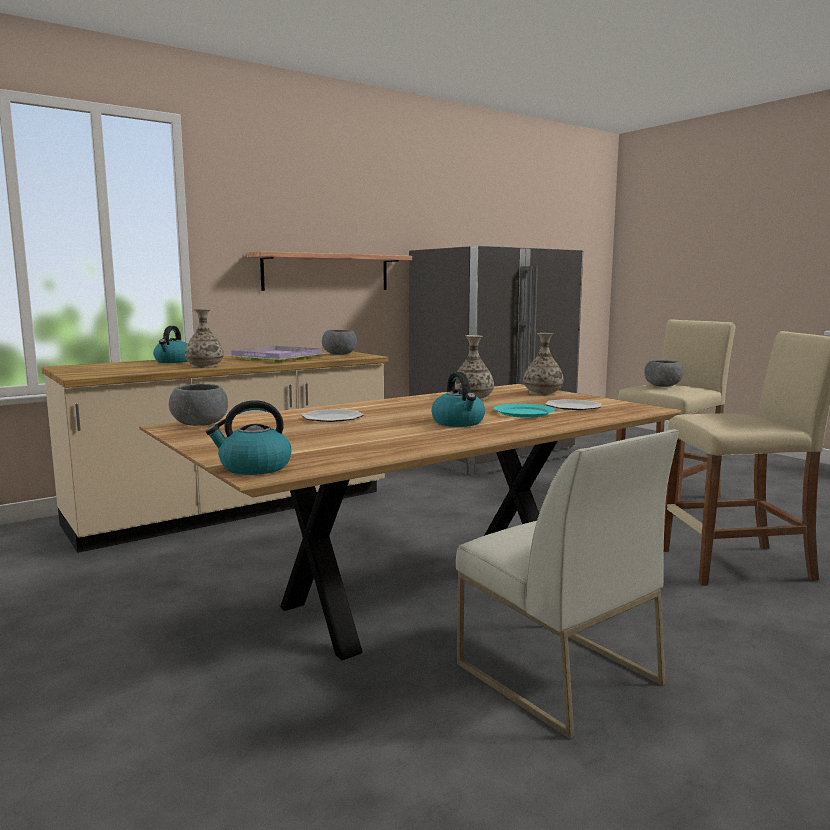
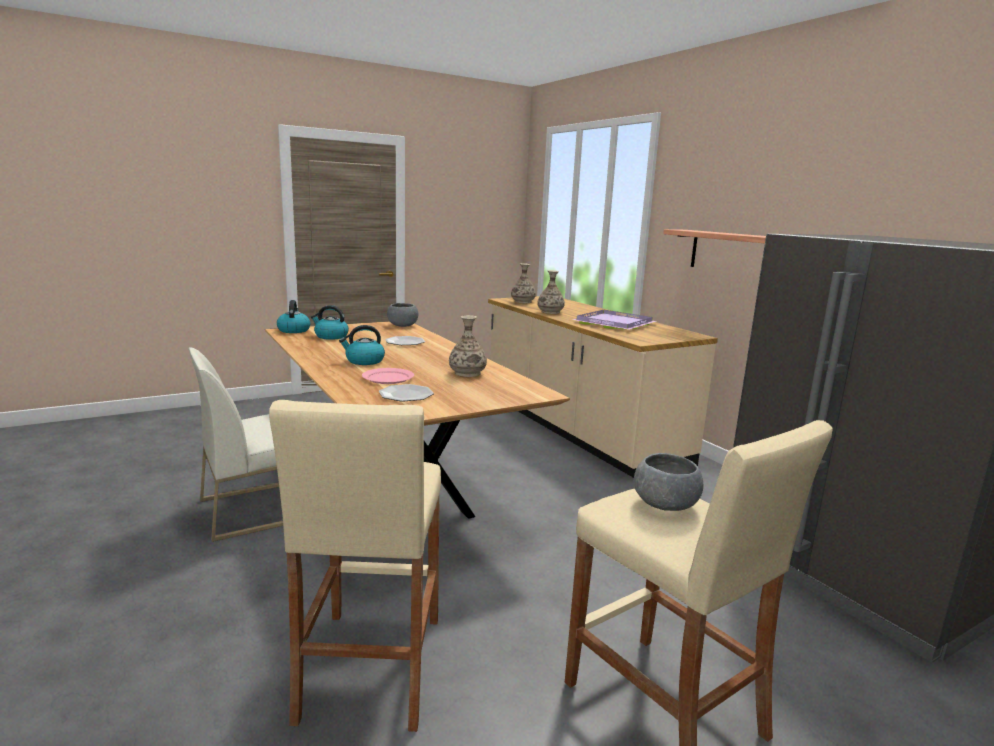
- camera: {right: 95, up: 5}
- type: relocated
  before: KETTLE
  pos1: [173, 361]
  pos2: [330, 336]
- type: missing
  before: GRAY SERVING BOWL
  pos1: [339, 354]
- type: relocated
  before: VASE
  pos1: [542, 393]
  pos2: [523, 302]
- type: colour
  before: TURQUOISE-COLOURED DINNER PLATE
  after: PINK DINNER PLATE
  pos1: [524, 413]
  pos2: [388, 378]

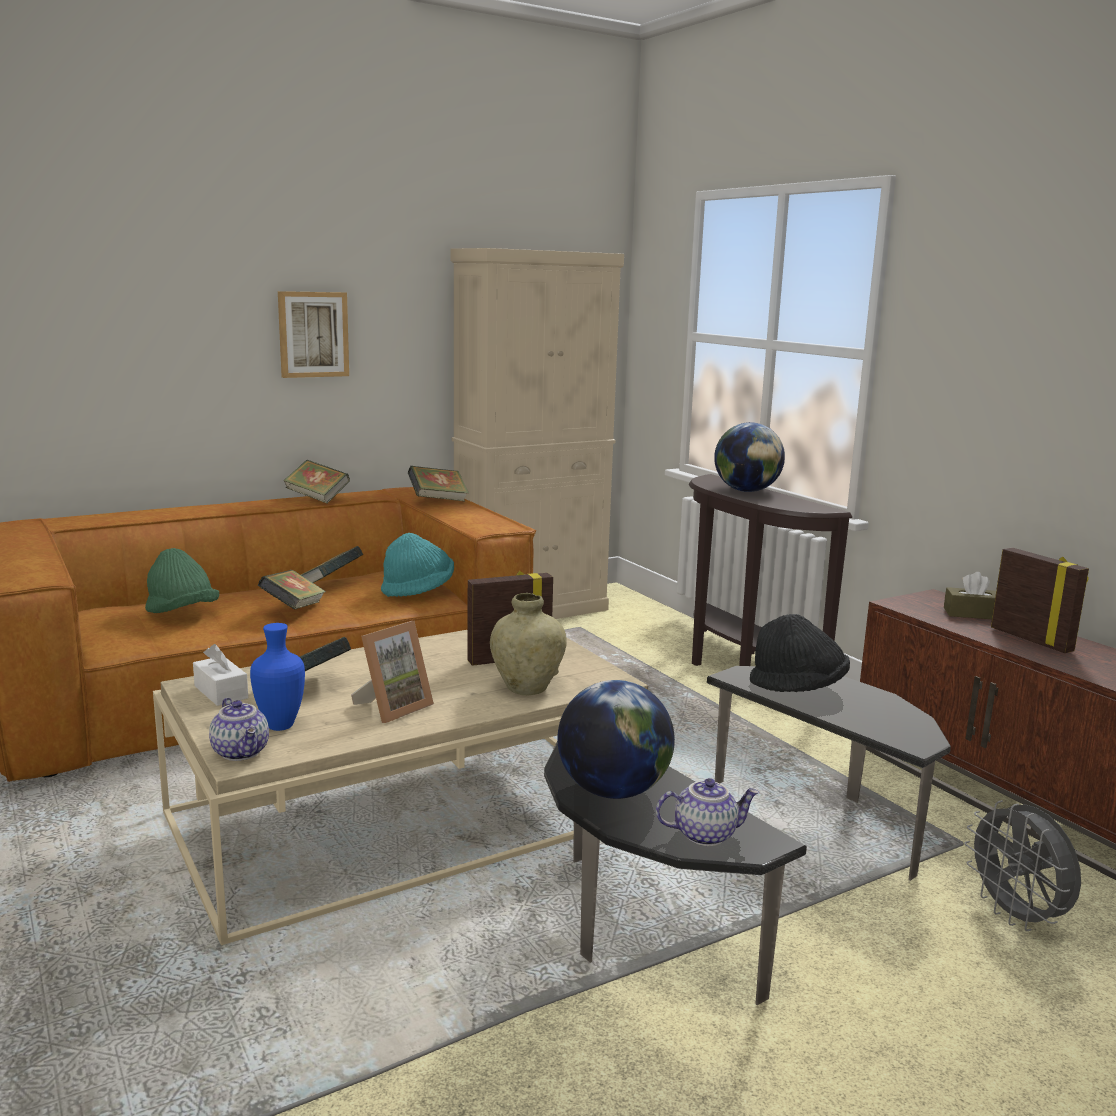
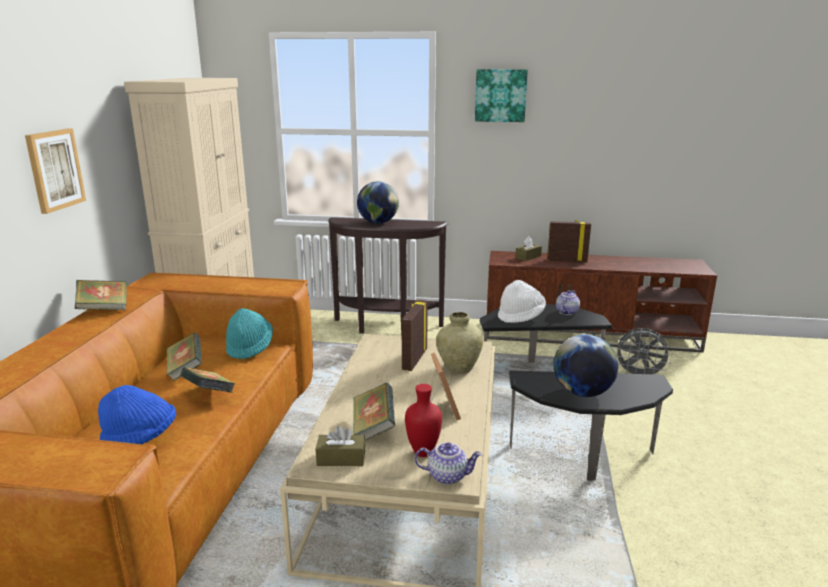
- camera: {right: -50, up: 5}
- type: missing
  before: VOLUME
  pos1: [438, 500]
- type: colour
  before: GREENISH CLOTHING HAT
  after: BLUISH CLOTHING HAT
  pos1: [181, 613]
  pos2: [141, 437]
- type: colour
  before: BLACKISH CLOTHING HAT
  after: WHITISH CLOTHING HAT
  pos1: [798, 687]
  pos2: [521, 316]
- type: colour
  before: BLUISH VASE
  after: RED-COLOURED VASE
  pos1: [278, 726]
  pos2: [423, 453]
- type: colour
  before: WHITISH BOX OF TISSUES
  after: BROWN BOX OF TISSUES
  pos1: [221, 692]
  pos2: [341, 458]
- type: relocated
  before: POT FOR TEA
  pos1: [705, 834]
  pos2: [566, 312]
- type: appeared
  after: WALL PICTURE
  pos2: [500, 95]

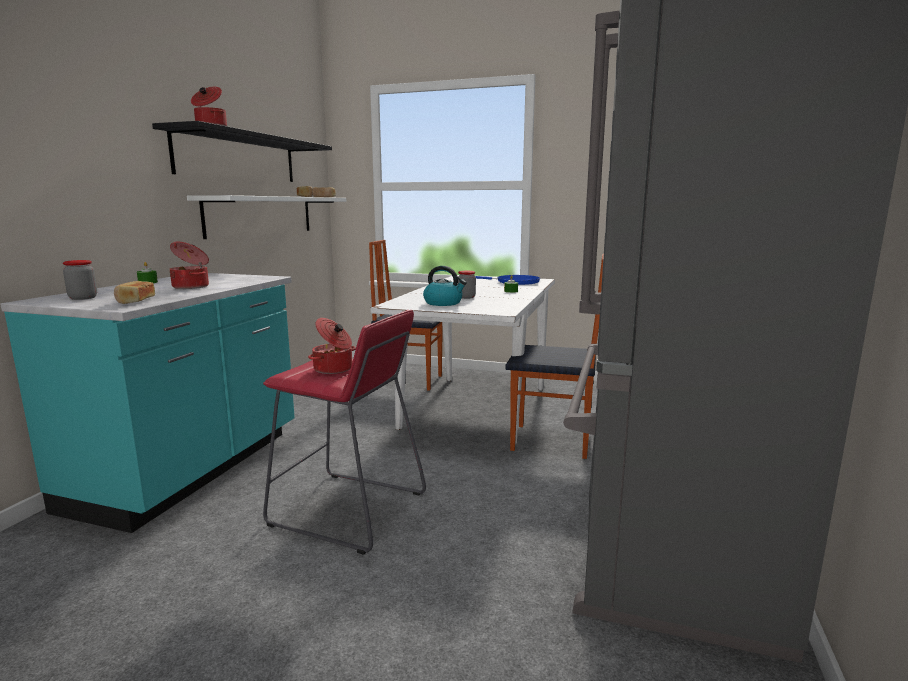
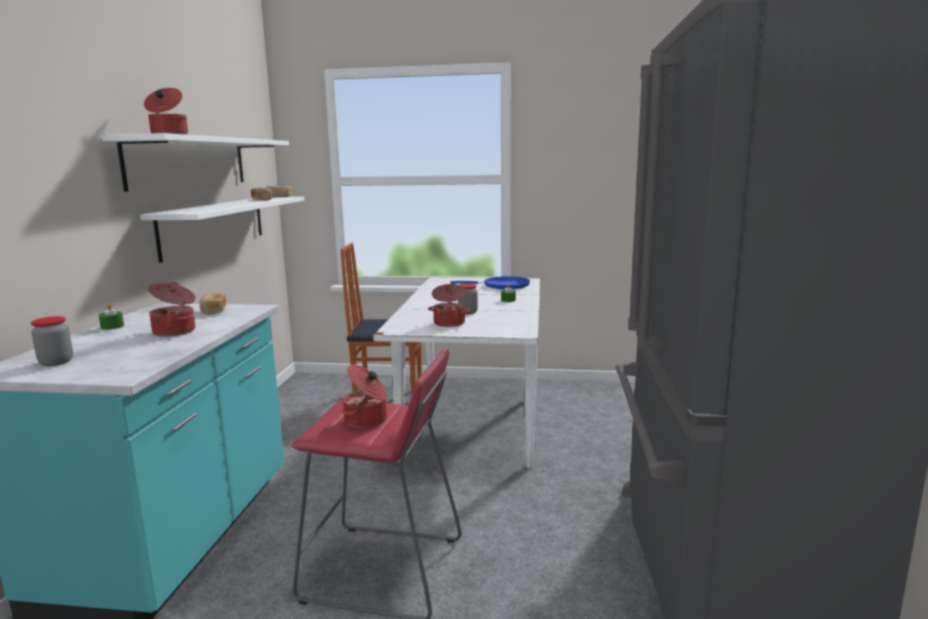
- camera: {right: -10, up: 0}
- type: colour
  before: BLACKISH WALL SHELF
  after: WHITISH WALL SHELF
  pos1: [238, 158]
  pos2: [190, 162]
- type: missing
  before: UPRIGHT CHAIR
  pos1: [551, 442]
- type: exchanged
  before: KETTLE
  after: STOCKPOT
  pos1: [443, 303]
  pos2: [449, 323]
- type: relocated
  before: BAKERY BREAD
  pos1: [135, 301]
  pos2: [213, 311]

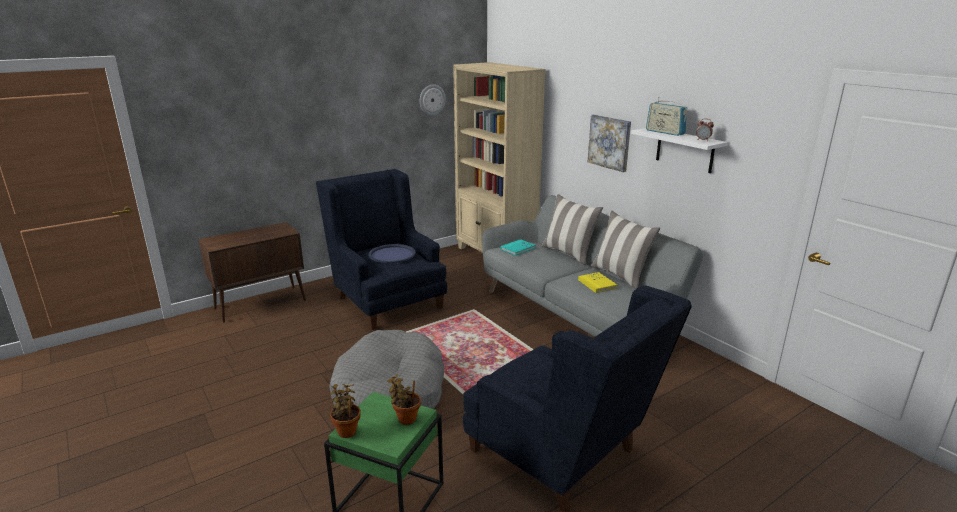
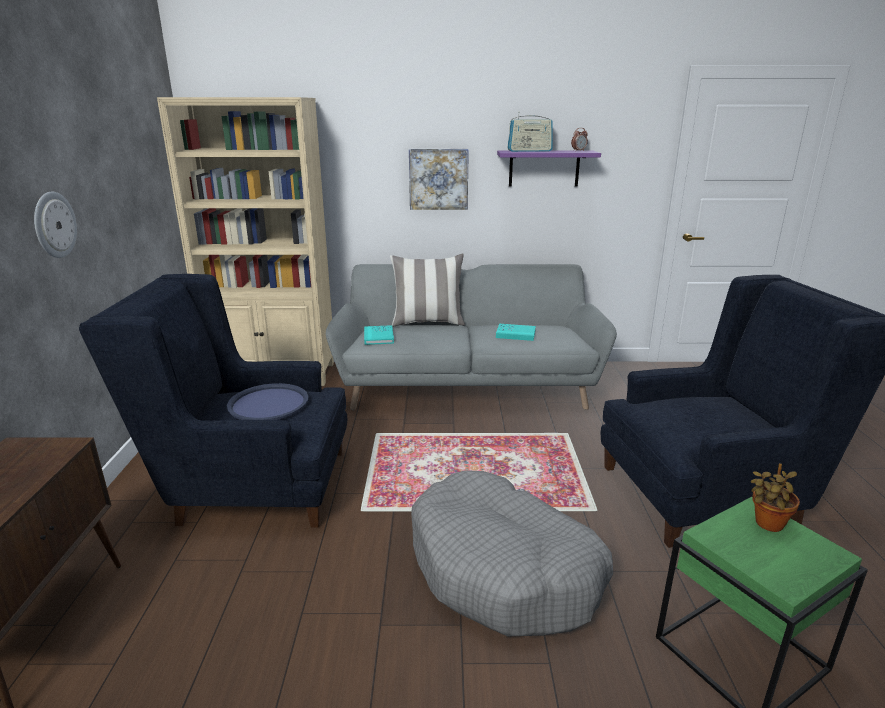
- camera: {right: -55, up: 0}
- type: relocated
  before: HANGING CLOCK
  pos1: [432, 99]
  pos2: [54, 225]
- type: colour
  before: WHITISH WALL SHELF
  after: PURPLE-COLOURED WALL SHELF
  pos1: [685, 150]
  pos2: [544, 168]
- type: missing
  before: THROW PILLOW
  pos1: [620, 276]
- type: colour
  before: YELLOW VOLUME
  after: TURQUOISE-COLOURED VOLUME
  pos1: [597, 284]
  pos2: [515, 334]
- type: missing
  before: POTTED PLANT
  pos1: [347, 430]

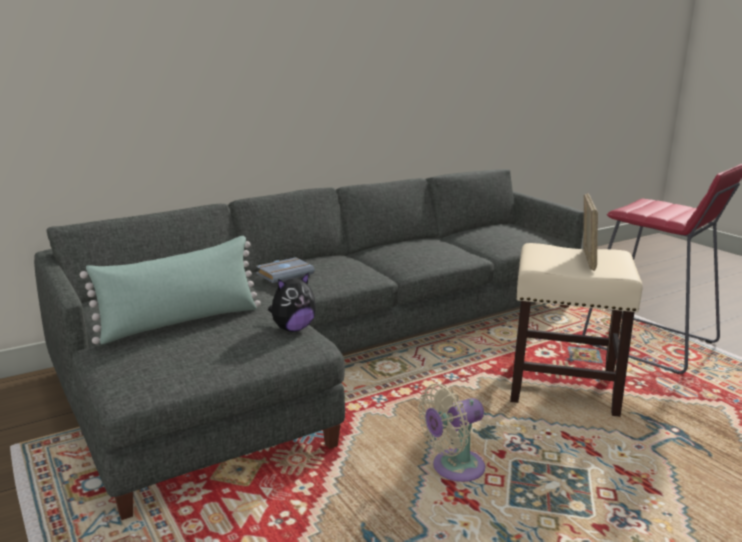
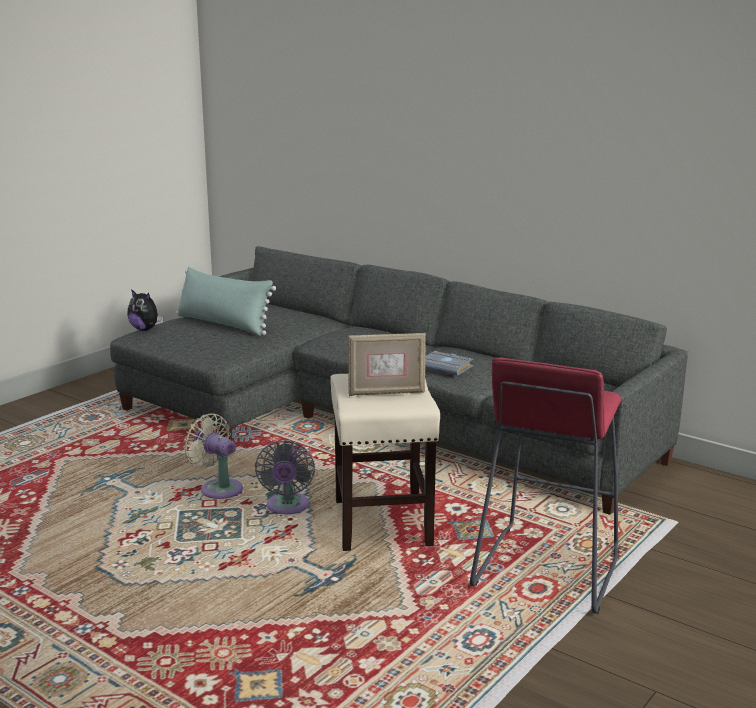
- camera: {right: 70, up: 0}
- type: relocated
  before: GRAY VOLUME
  pos1: [285, 274]
  pos2: [447, 367]
- type: relocated
  before: SOFT TOY
  pos1: [293, 329]
  pos2: [145, 329]
- type: appeared
  after: GRAY ELECTRIC FAN
  pos2: [287, 508]

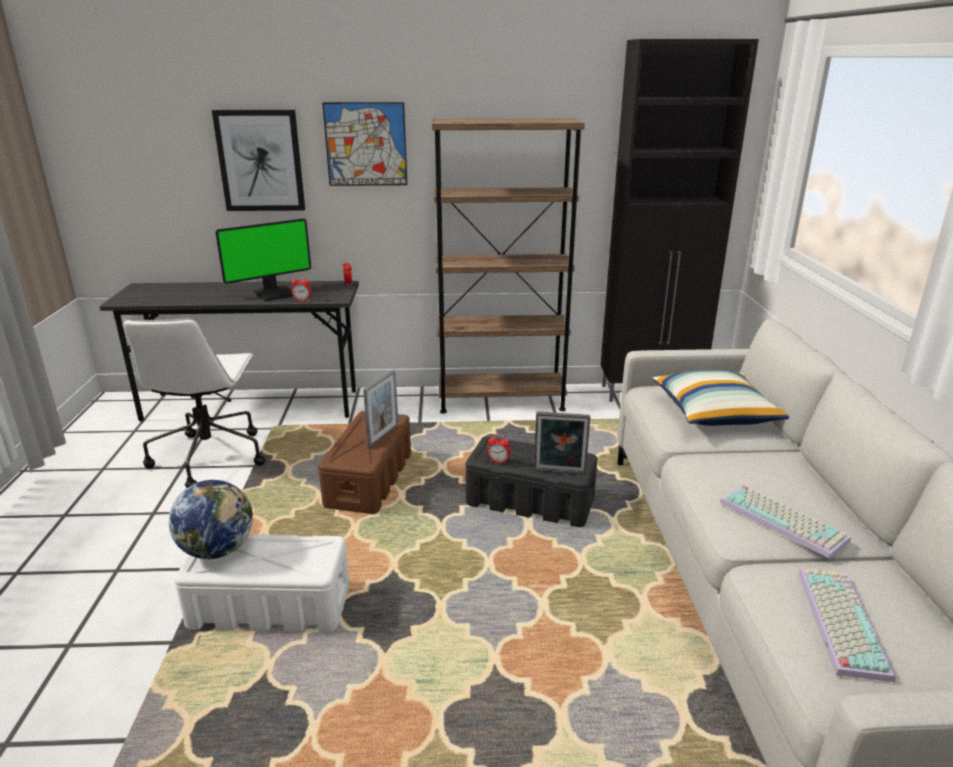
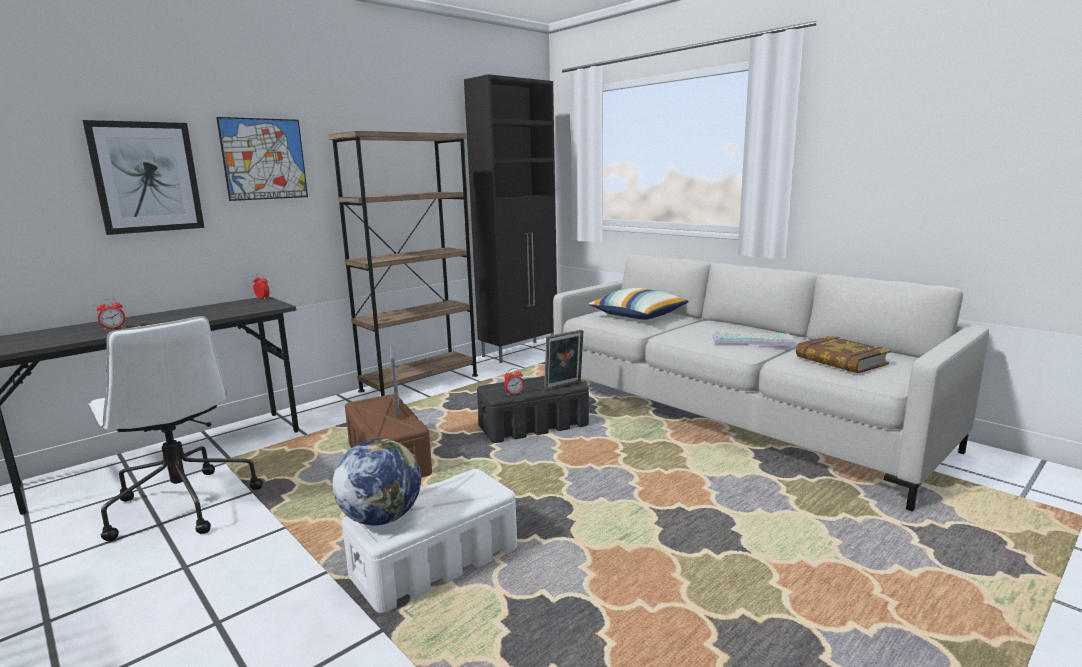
- camera: {right: -40, up: -10}
- type: missing
  before: COMPUTER SCREEN
  pos1: [275, 293]
- type: relocated
  before: TABLE CLOCK
  pos1: [302, 300]
  pos2: [113, 328]
- type: exchanged
  before: KEYBOARD
  after: VOLUME
  pos1: [838, 620]
  pos2: [840, 360]

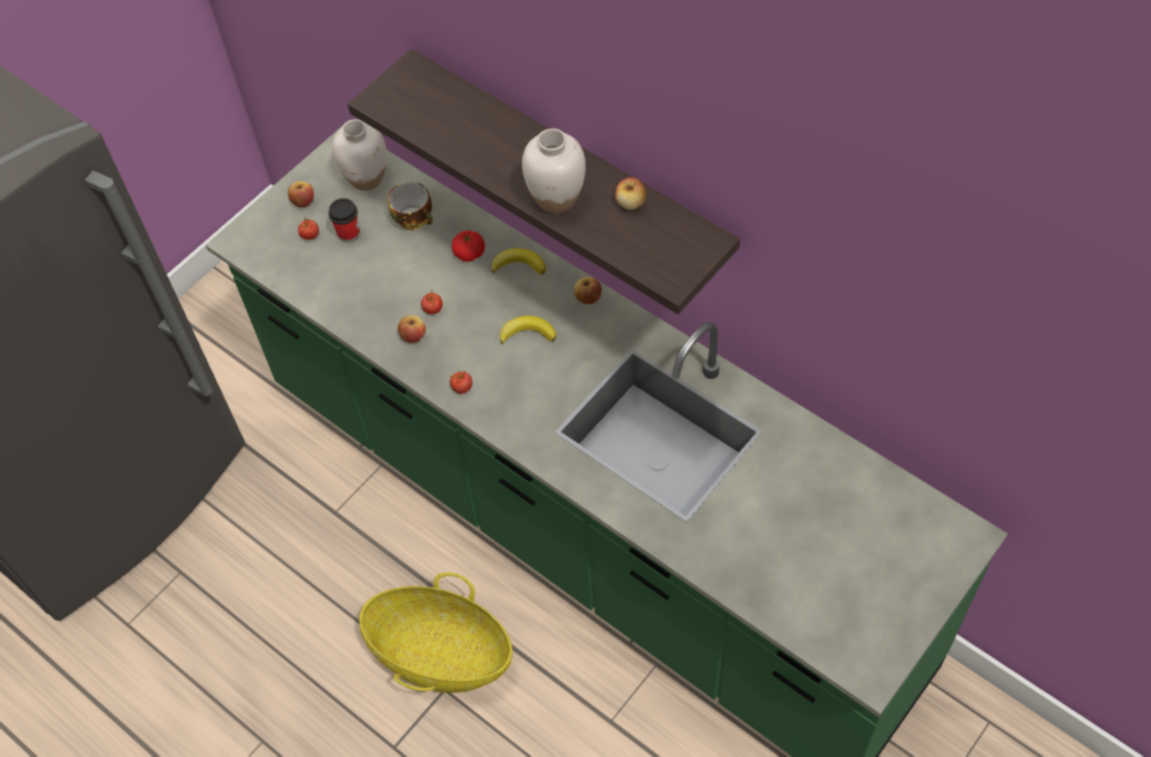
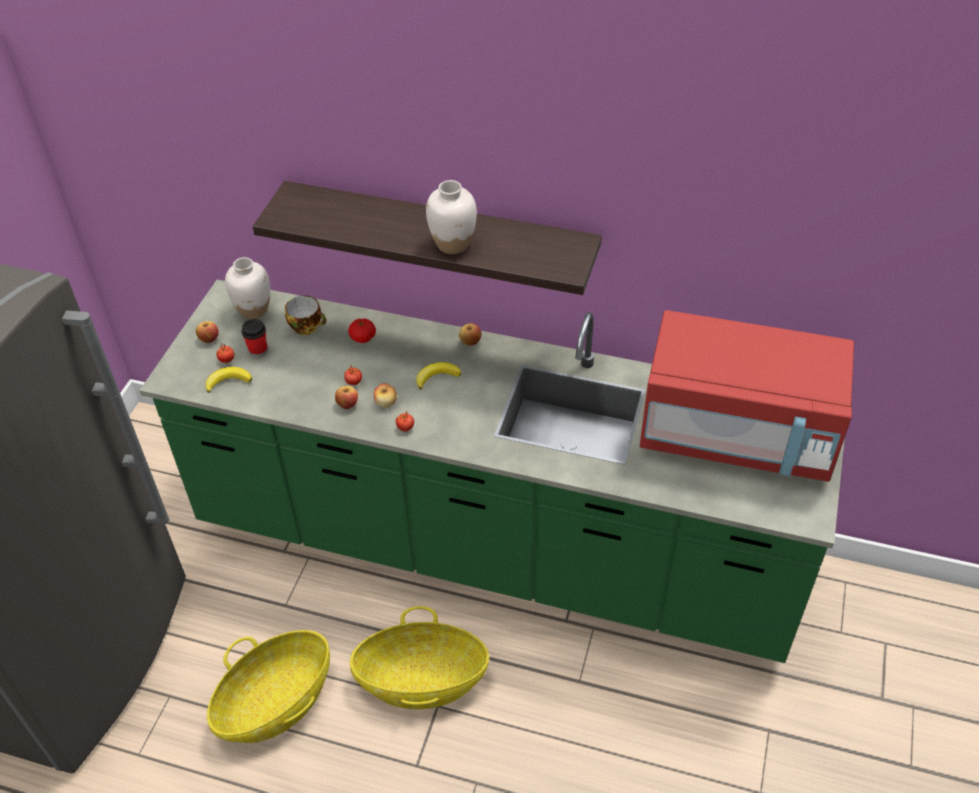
- camera: {right: -25, up: -10}
- type: relocated
  before: WHOLE APPLE
  pos1: [631, 203]
  pos2: [386, 403]
- type: relocated
  before: BANANA FRUIT
  pos1: [519, 265]
  pos2: [228, 381]
- type: appeared
  after: RED-COLOURED KITCHEN MICROWAVE
  pos2: [737, 434]
- type: appeared
  after: HOUSEHOLD BASKET
  pos2: [276, 702]

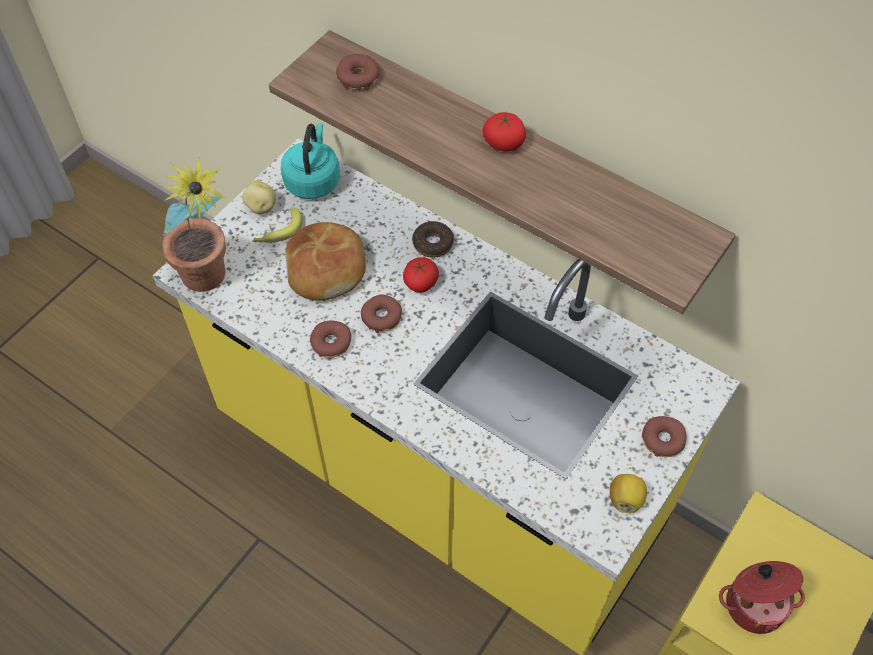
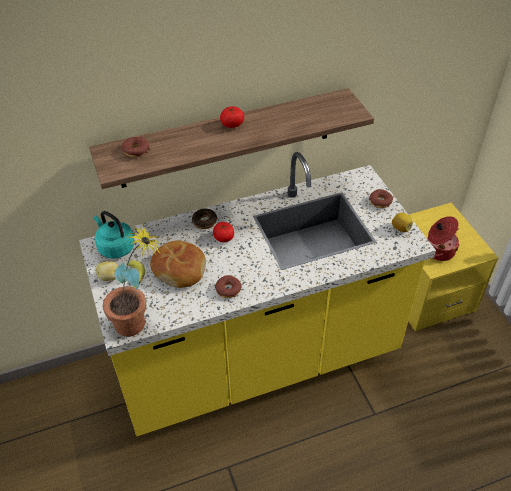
- camera: {right: -55, up: -10}
- type: missing
  before: RING DOUGHNUT
  pos1: [382, 317]

